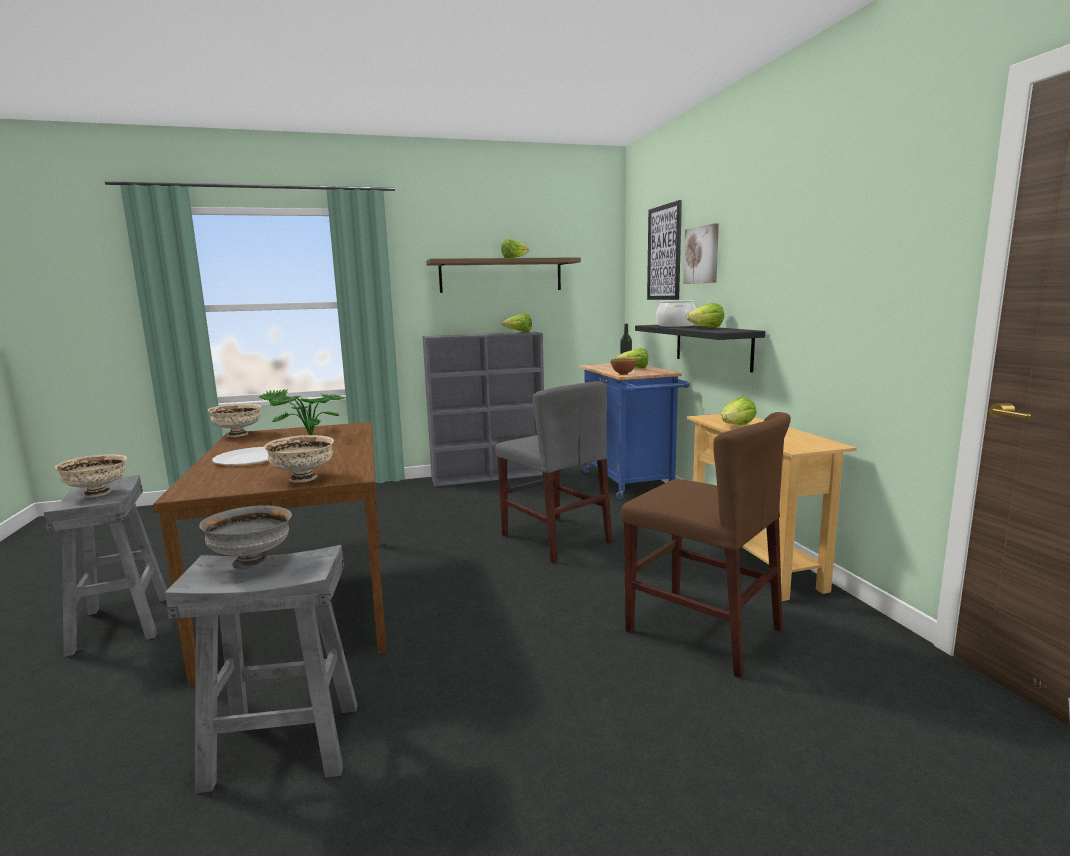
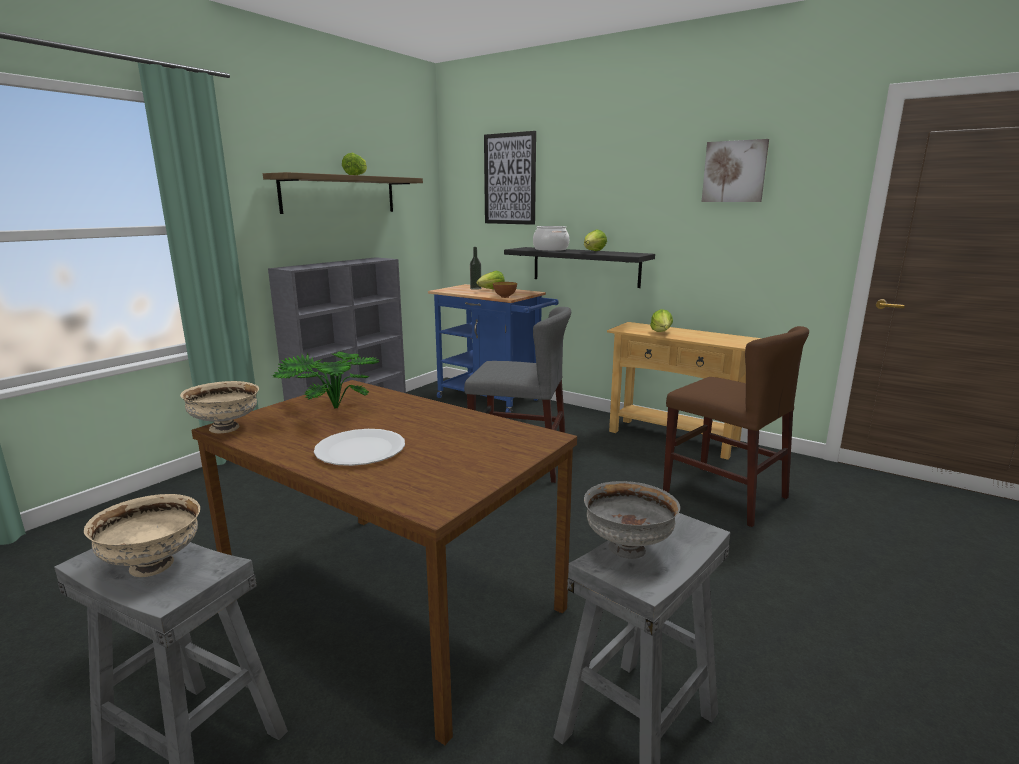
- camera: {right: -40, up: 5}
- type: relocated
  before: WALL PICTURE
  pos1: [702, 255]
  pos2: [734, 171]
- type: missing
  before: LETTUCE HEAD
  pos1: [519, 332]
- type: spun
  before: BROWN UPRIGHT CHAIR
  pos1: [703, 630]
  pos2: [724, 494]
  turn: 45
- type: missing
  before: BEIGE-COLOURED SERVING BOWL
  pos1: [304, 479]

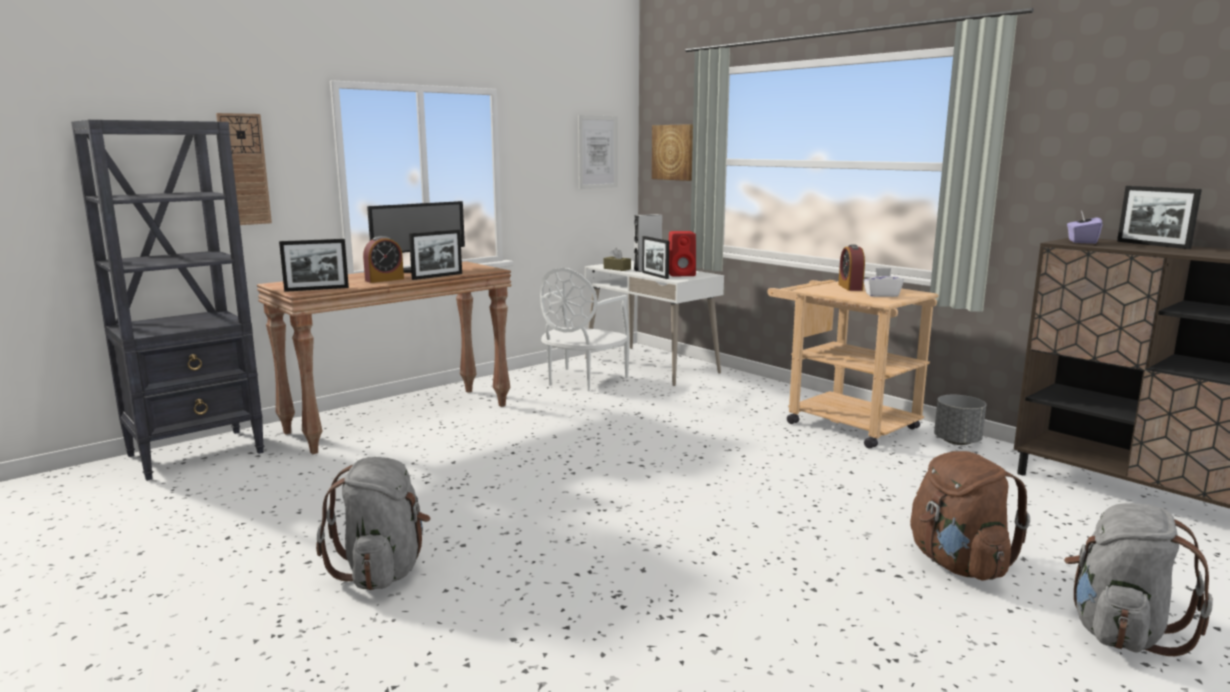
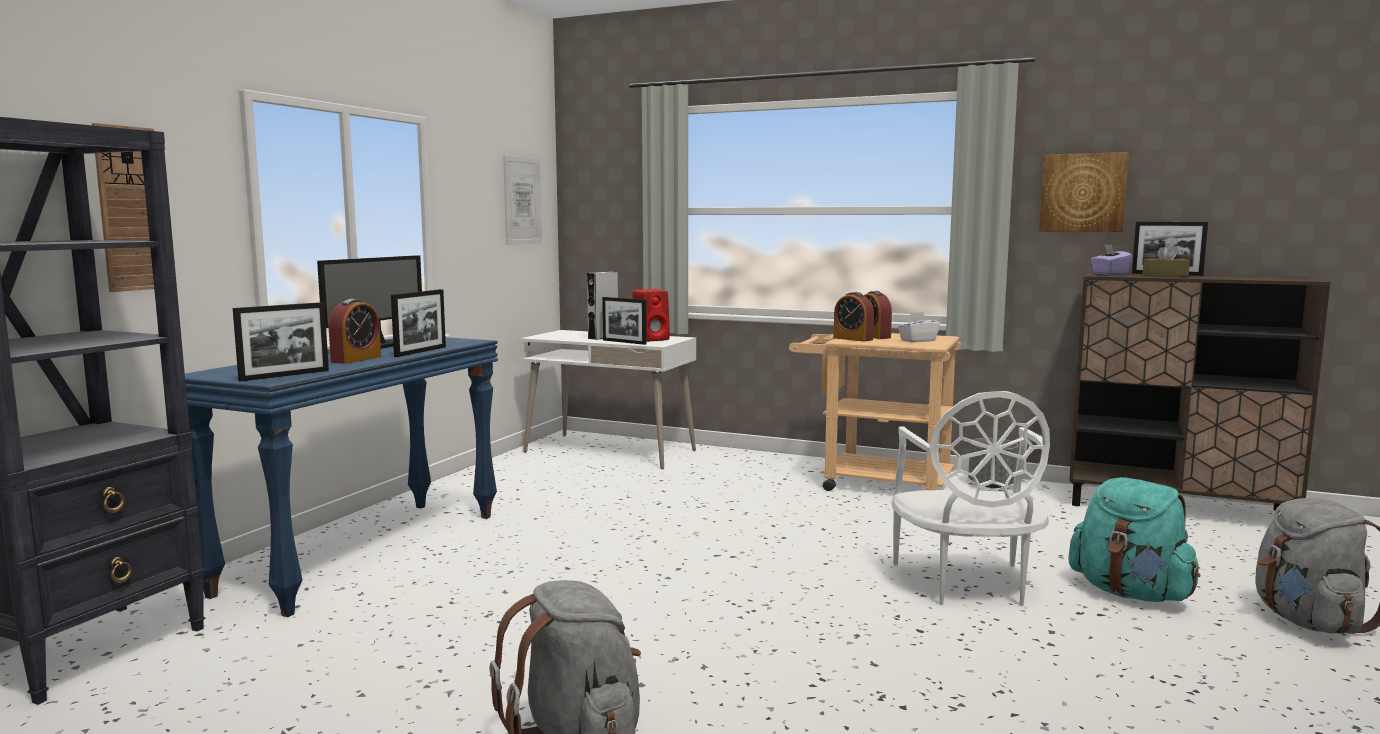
- camera: {right: -25, up: -5}
- type: relocated
  before: WALL PICTURE
  pos1: [673, 152]
  pos2: [1082, 193]
- type: relocated
  before: BROWN BOX OF TISSUES
  pos1: [617, 269]
  pos2: [1165, 275]
- type: colour
  before: BROWN CONSOLE TABLE
  after: BLUISH CONSOLE TABLE
  pos1: [400, 418]
  pos2: [364, 552]
- type: relocated
  before: WHITISH UPRIGHT CHAIR
  pos1: [582, 380]
  pos2: [966, 584]
- type: colour
  before: BROWN BACKPACK
  after: TURQUOISE-COLOURED BACKPACK
  pos1: [958, 564]
  pos2: [1131, 593]
- type: appeared
  after: TABLE CLOCK
  pos2: [853, 339]

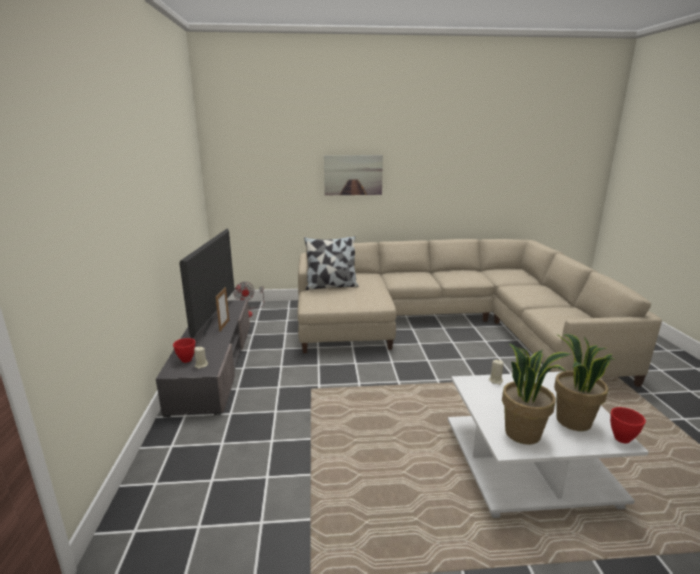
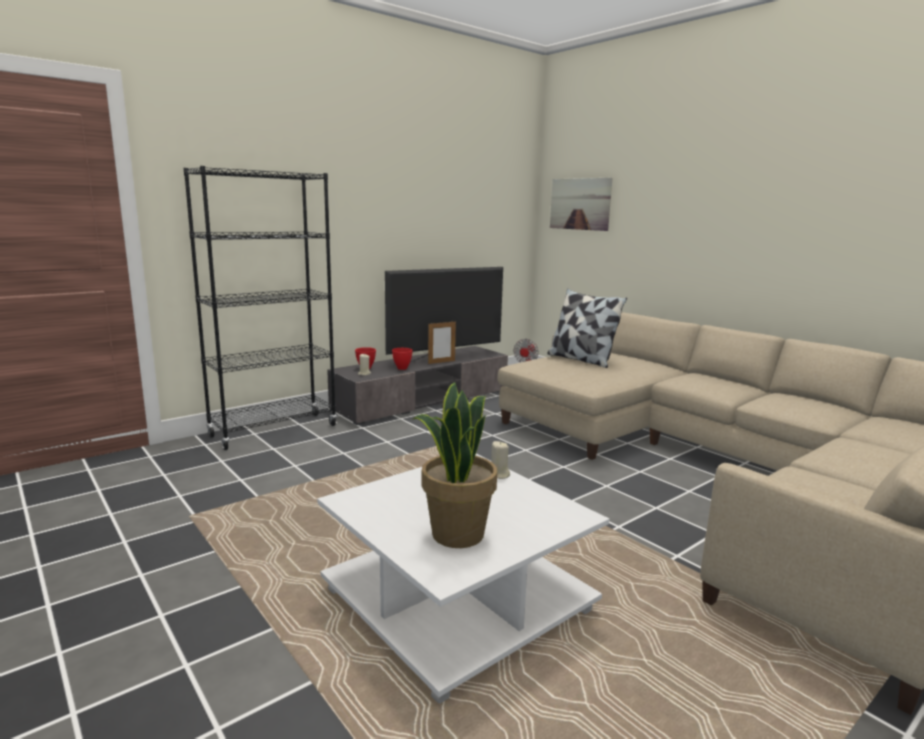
- camera: {right: 55, up: -5}
- type: relocated
  before: WALL PICTURE
  pos1: [353, 175]
  pos2: [580, 204]
- type: missing
  before: POTTED PLANT
  pos1: [523, 433]
- type: relocated
  before: RED-COLOURED SERVING BOWL
  pos1: [622, 438]
  pos2: [402, 368]
- type: appeared
  after: BLACKISH BOOKCASE
  pos2: [274, 431]

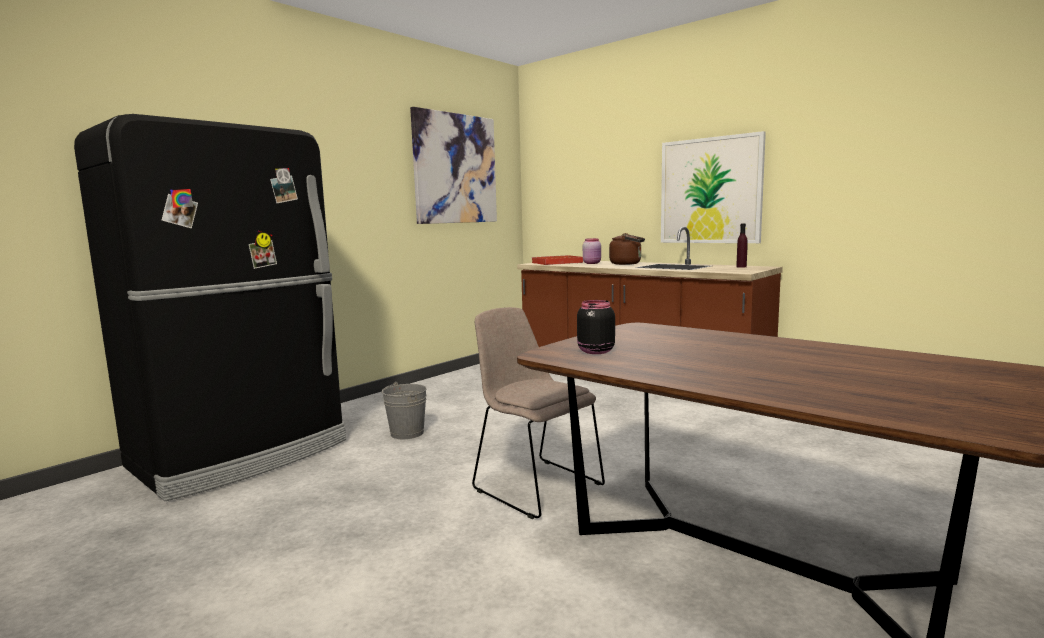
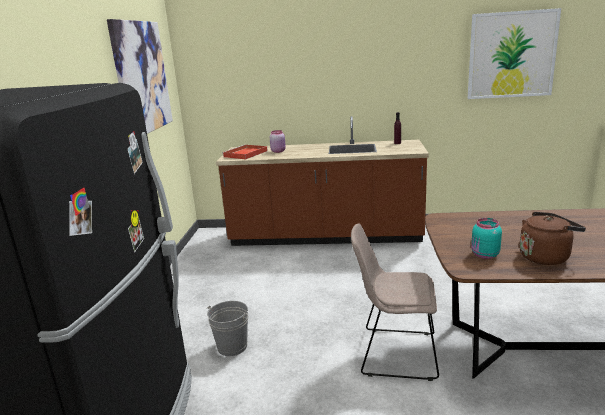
- camera: {right: -35, up: 10}
- type: relocated
  before: WALL PICTURE
  pos1: [710, 191]
  pos2: [511, 55]
- type: relocated
  before: BROWN KETTLE
  pos1: [627, 264]
  pos2: [546, 257]
- type: colour
  before: BLACKISH PRESERVE JAR
  after: TURQUOISE-COLOURED PRESERVE JAR
  pos1: [594, 351]
  pos2: [484, 255]

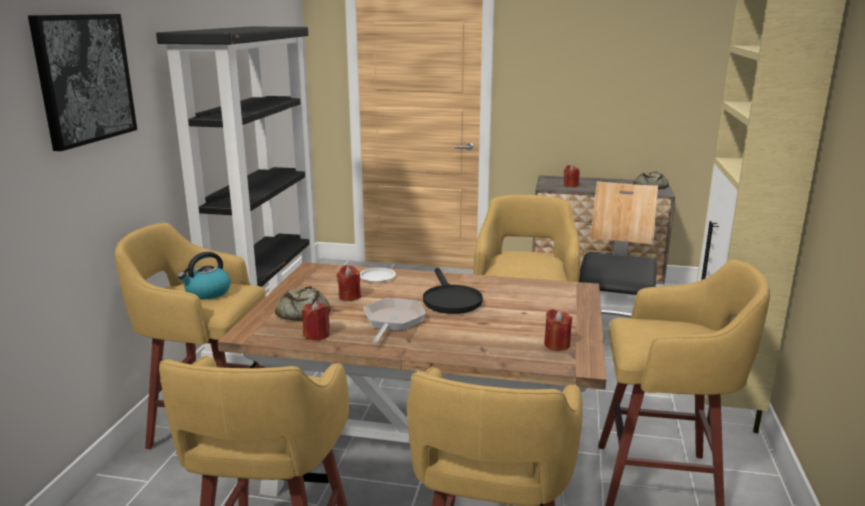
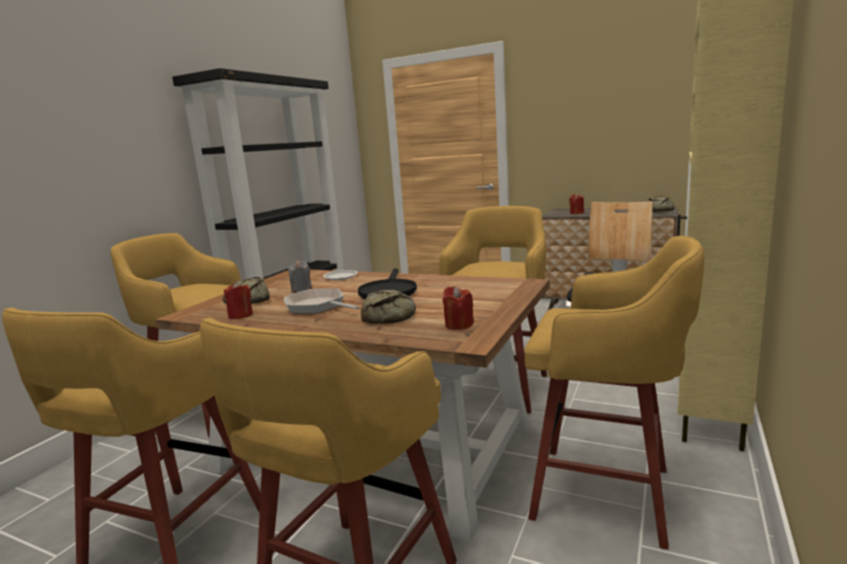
- camera: {right: 15, up: -5}
- type: missing
  before: WALL PICTURE
  pos1: [84, 78]
- type: missing
  before: KETTLE
  pos1: [207, 293]
- type: colour
  before: RED-COLOURED WAX LIGHT
  after: GRAY WAX LIGHT
  pos1: [349, 296]
  pos2: [301, 290]
- type: spun
  before: SKILLET
  pos1: [392, 321]
  pos2: [318, 306]
  turn: -75
- type: appeared
  after: BAKERY BREAD
  pos2: [390, 315]

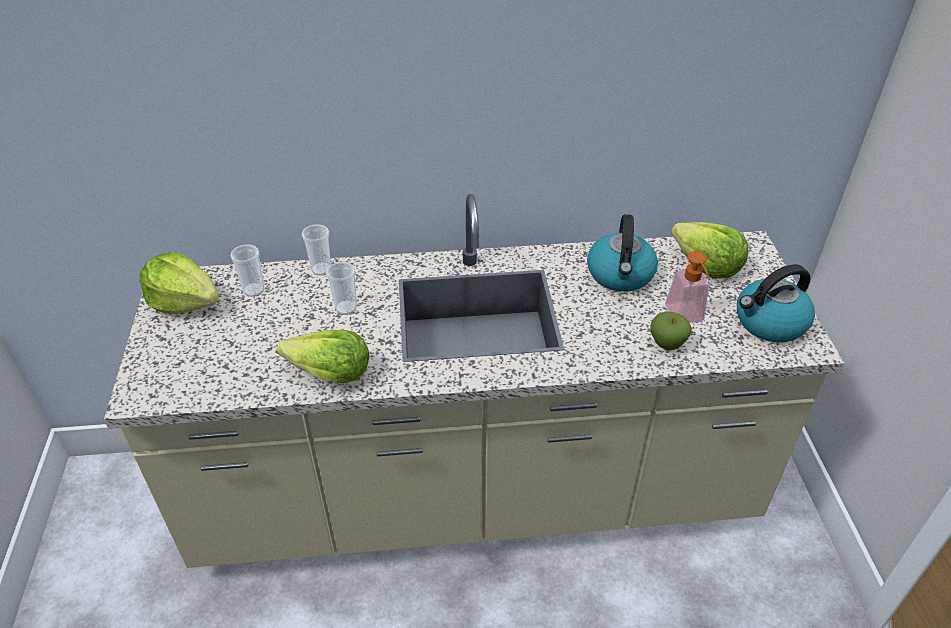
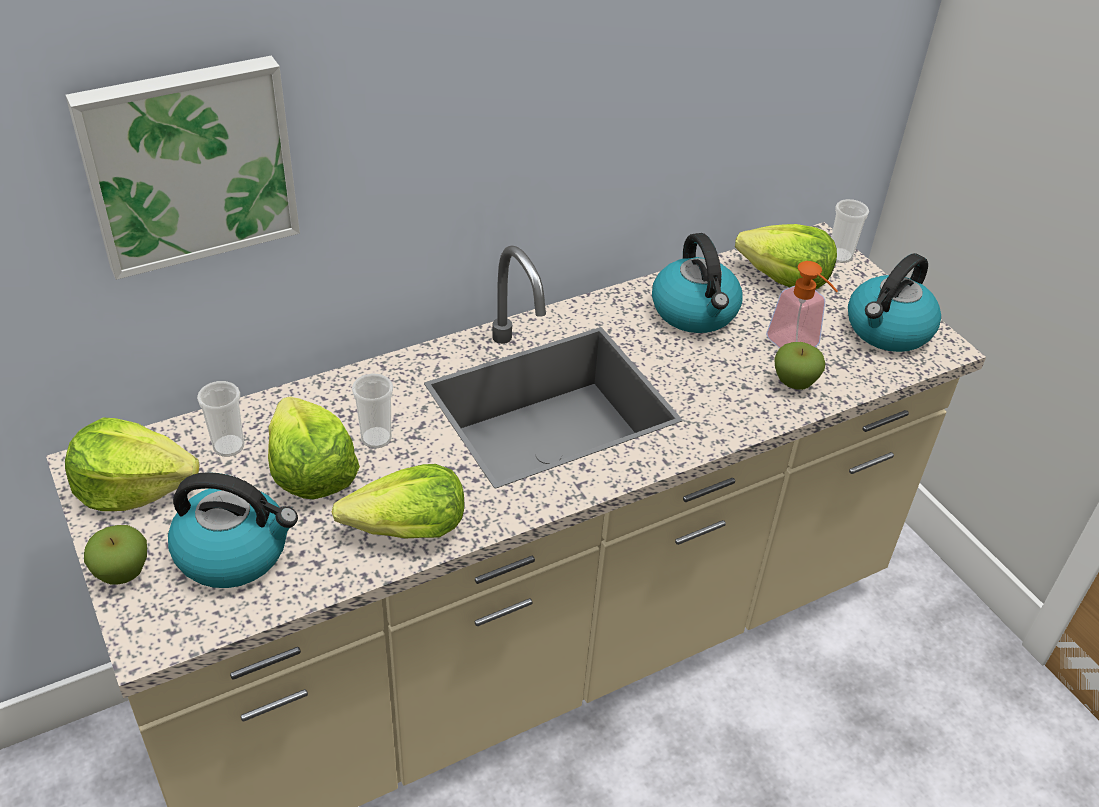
- camera: {right: -25, up: 0}
- type: relocated
  before: DRINKING CUP
  pos1: [321, 269]
  pos2: [840, 256]
- type: appeared
  after: WALL PICTURE
  pos2: [188, 163]
- type: appeared
  after: LETTUCE HEAD
  pos2: [311, 472]
- type: appeared
  after: KETTLE
  pos2: [234, 552]
- type: appeared
  after: WHOLE APPLE
  pos2: [122, 574]

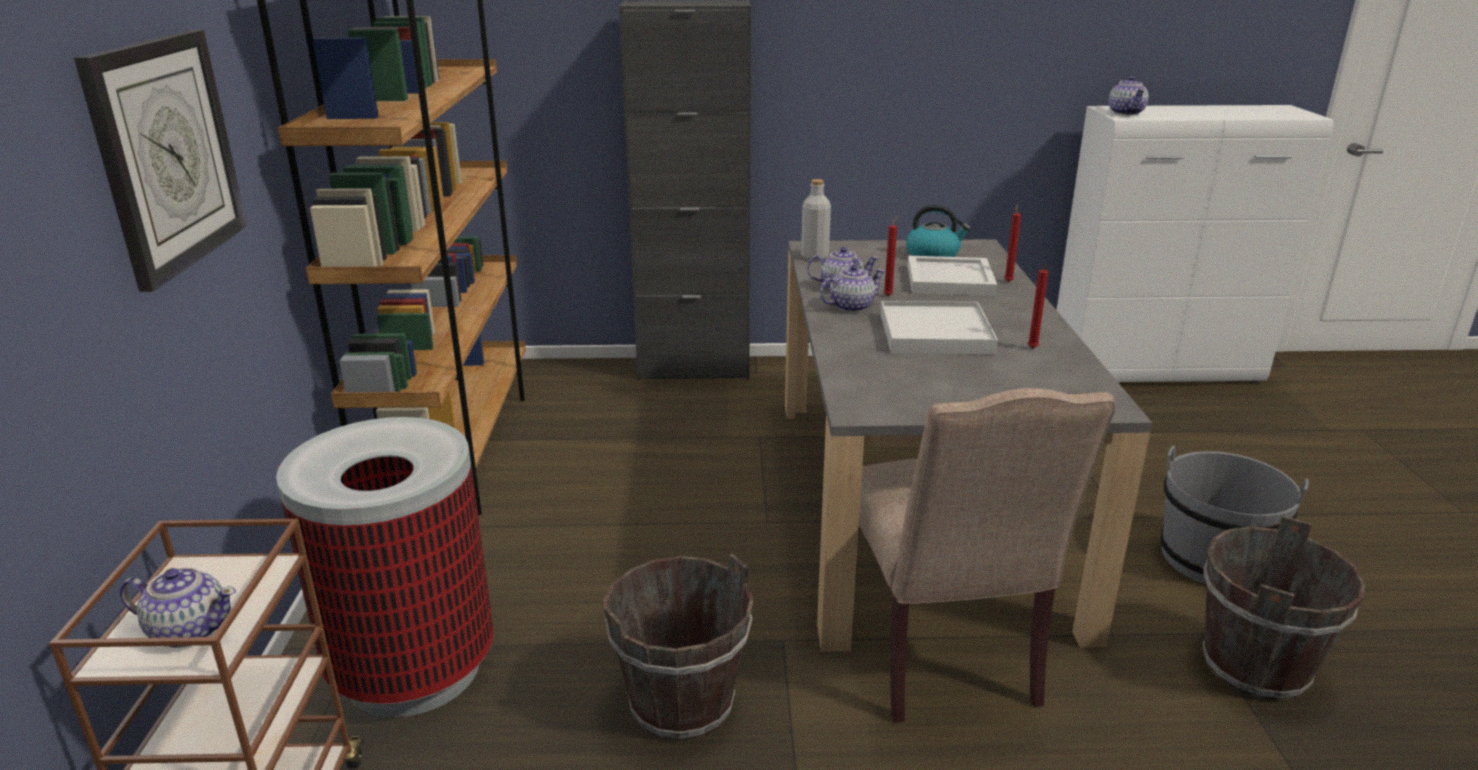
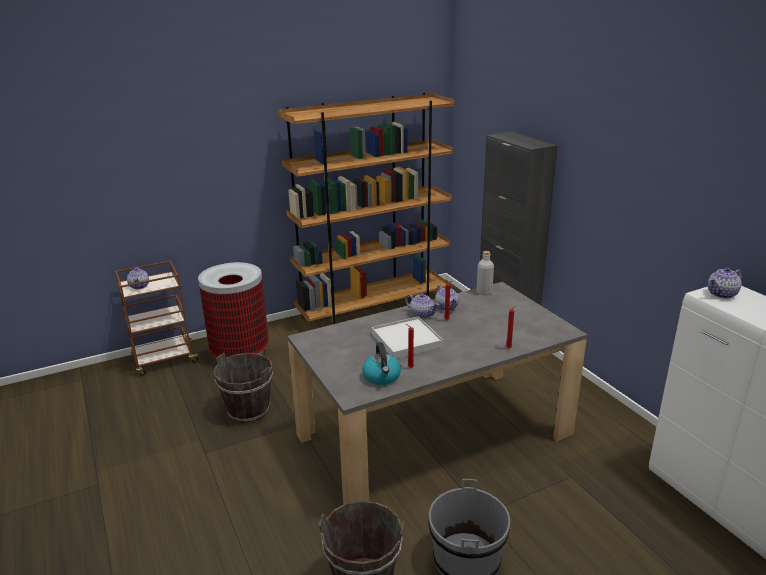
- camera: {right: 65, up: 0}
- type: missing
  before: HANGING CLOCK
  pos1: [166, 154]
- type: relocated
  before: KETTLE
  pos1: [933, 255]
  pos2: [382, 377]
- type: missing
  before: WHITISH TRAY
  pos1: [948, 280]
- type: missing
  before: BEIGE-COLOURED UPRIGHT CHAIR
  pos1: [939, 652]

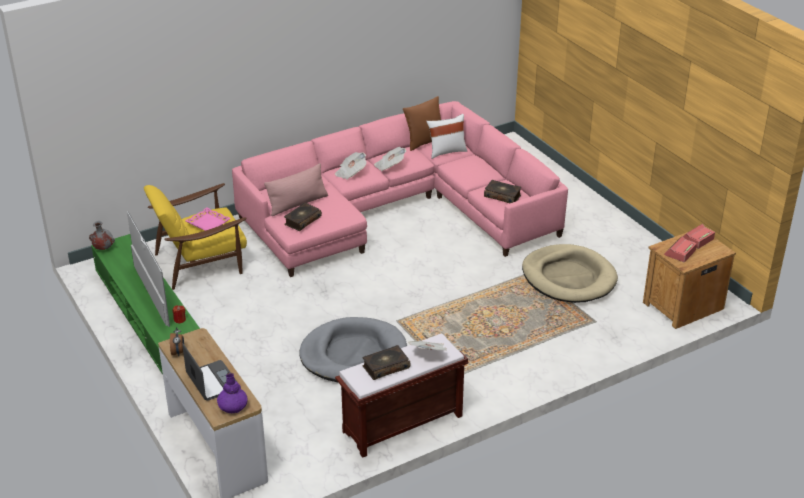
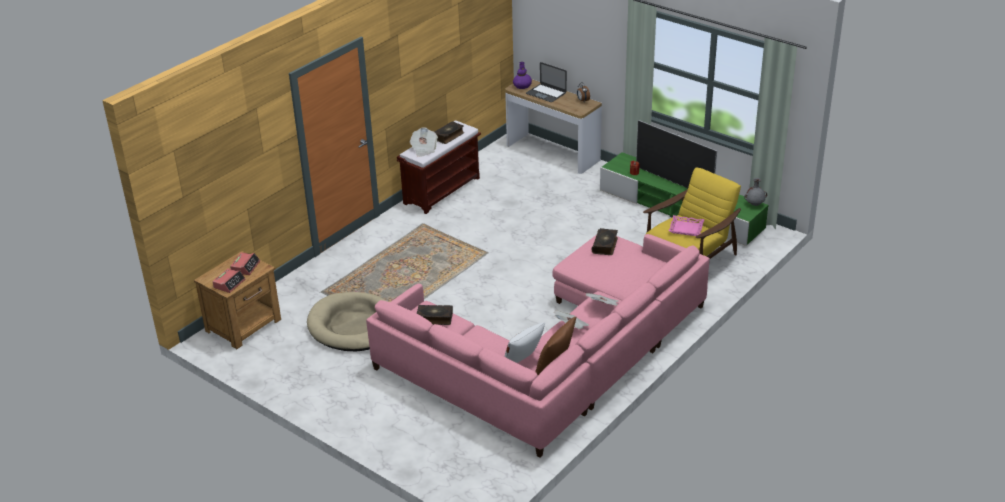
- camera: {right: 160, up: 0}
- type: missing
  before: PINK THROW PILLOW
  pos1: [298, 204]
- type: missing
  before: GRAY DOG CUSHION
  pos1: [353, 355]

